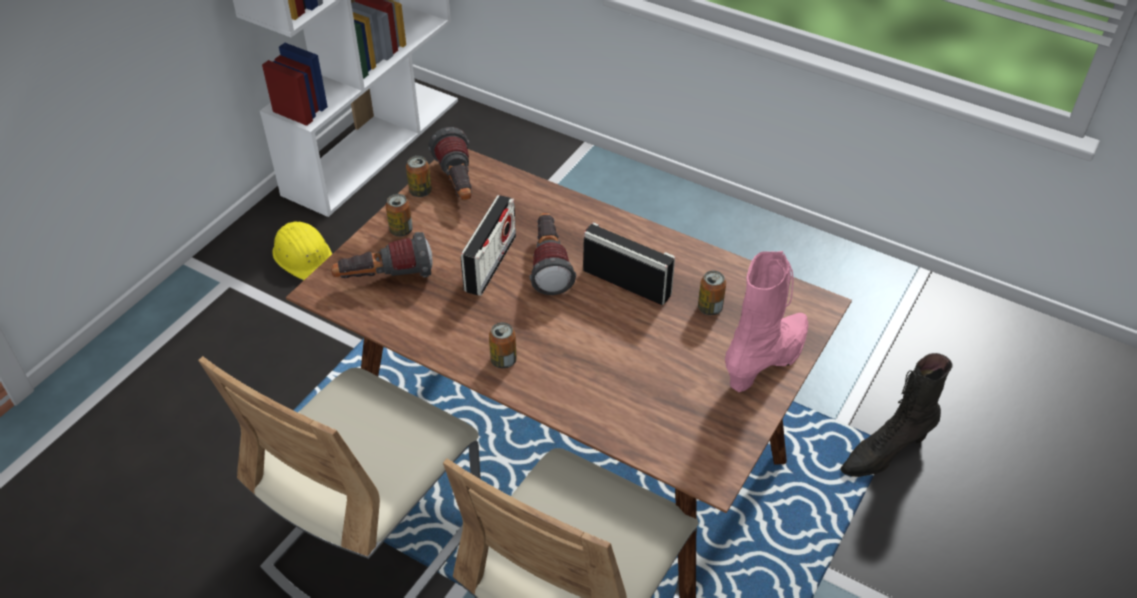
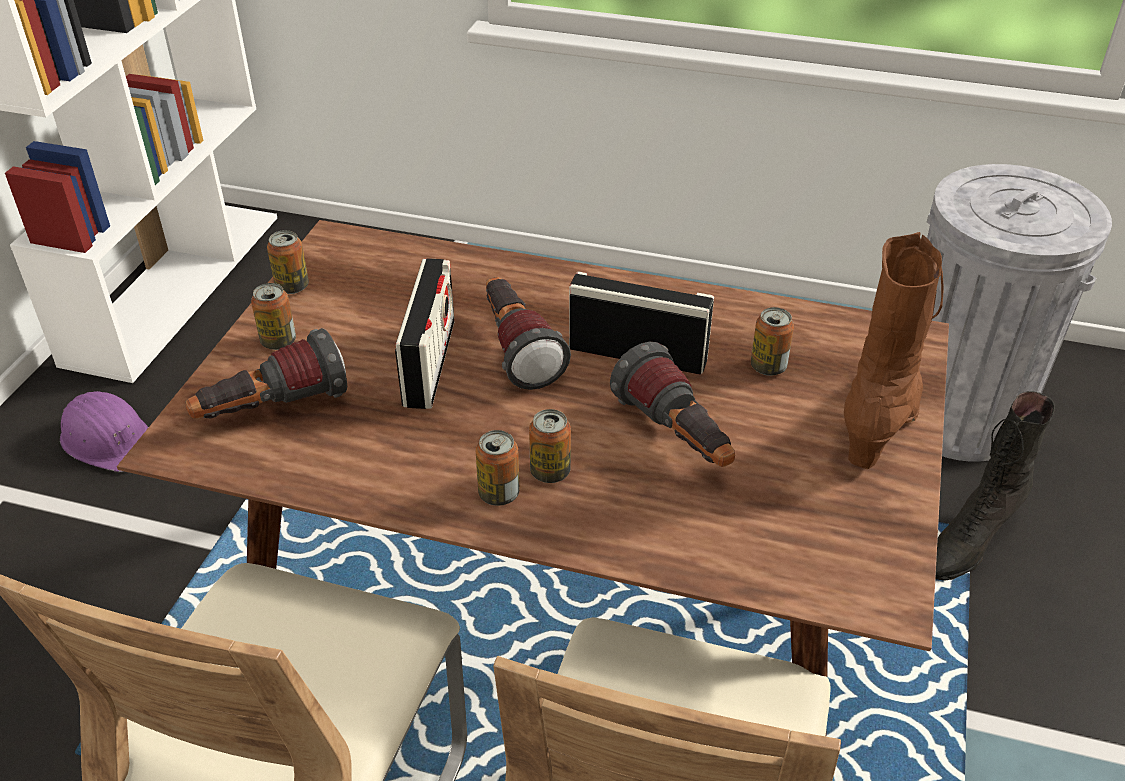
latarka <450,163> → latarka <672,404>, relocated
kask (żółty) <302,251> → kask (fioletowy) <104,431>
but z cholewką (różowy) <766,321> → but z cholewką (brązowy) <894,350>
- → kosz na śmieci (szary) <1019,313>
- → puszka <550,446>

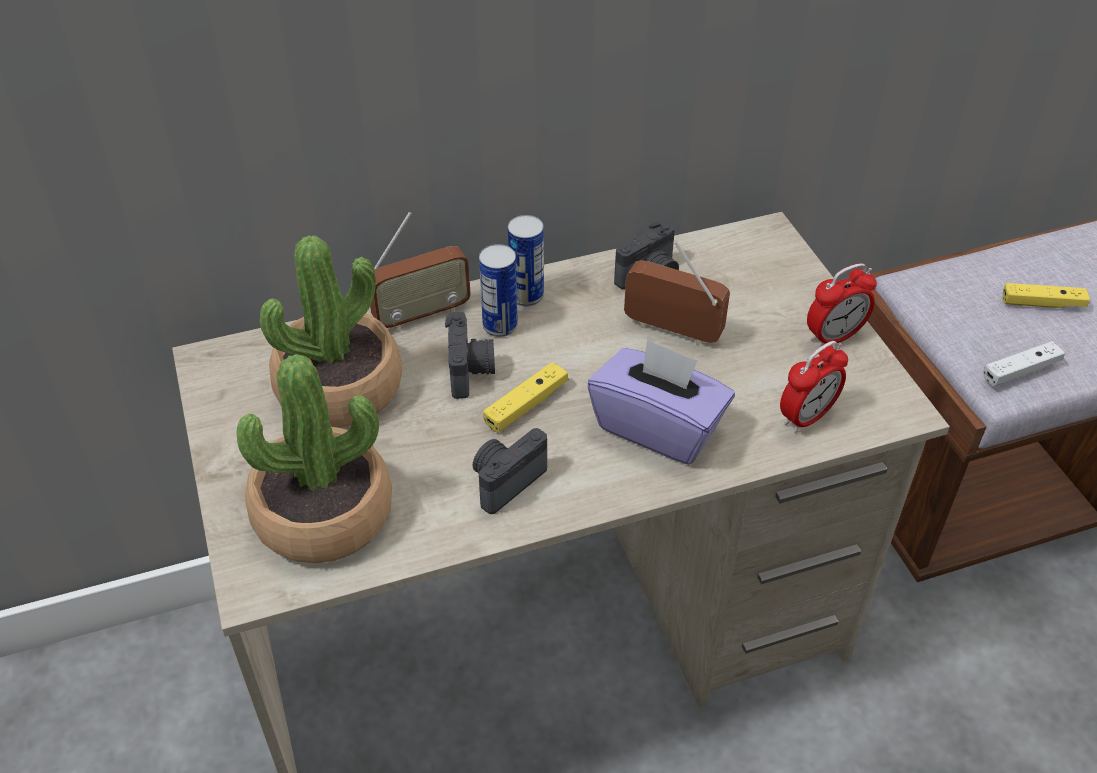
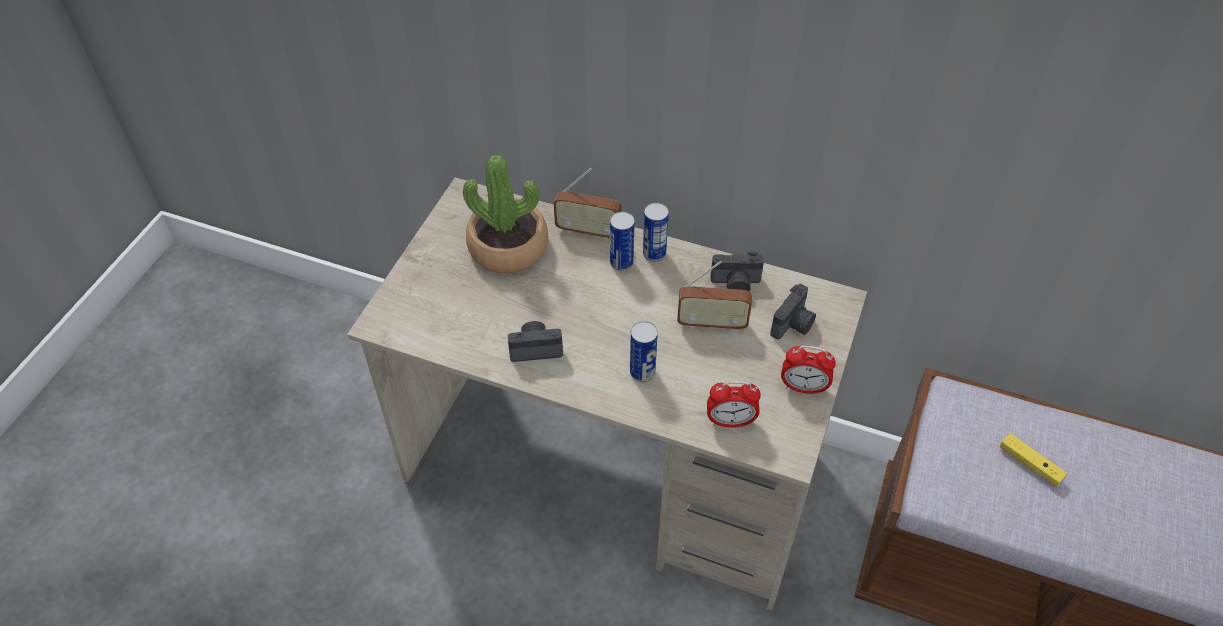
radio <677,293> → radio <714,296>, 120 degrees clockwise
aparat fotograficzny <470,355> → aparat fotograficzny <793,311>, relocated
pudełko chusteczek (fioletowy) <661,401> → puszka <644,351>
pad do gier (biały) <1024,363> → -
roślina doniczkowa <314,458> → -
pad do gier (żółty) <525,397> → -

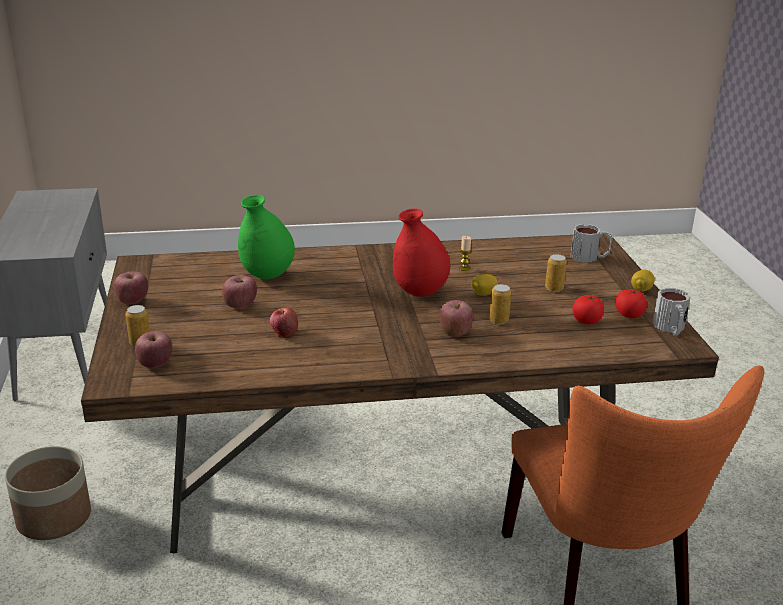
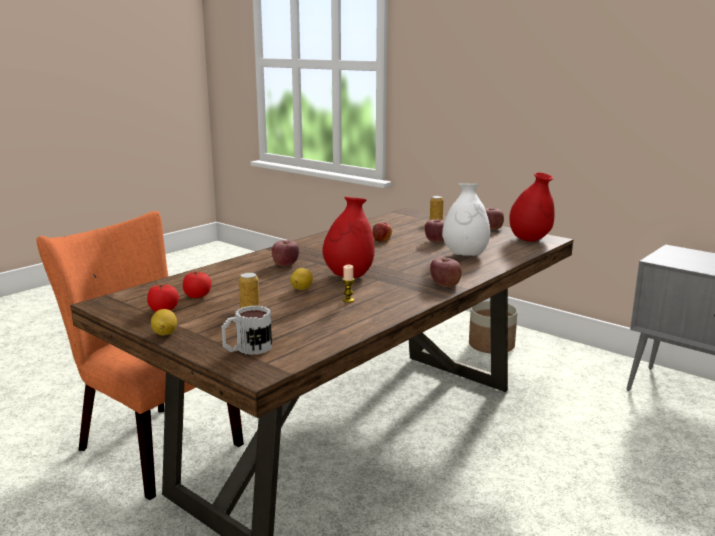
wazon (zielony) <266,237> → wazon (biały) <466,219>
puszka <500,304> → -
kubek <671,312> → -
jabłko <154,349> → jabłko <446,272>, relocated
- → wazon (czerwony) <532,207>

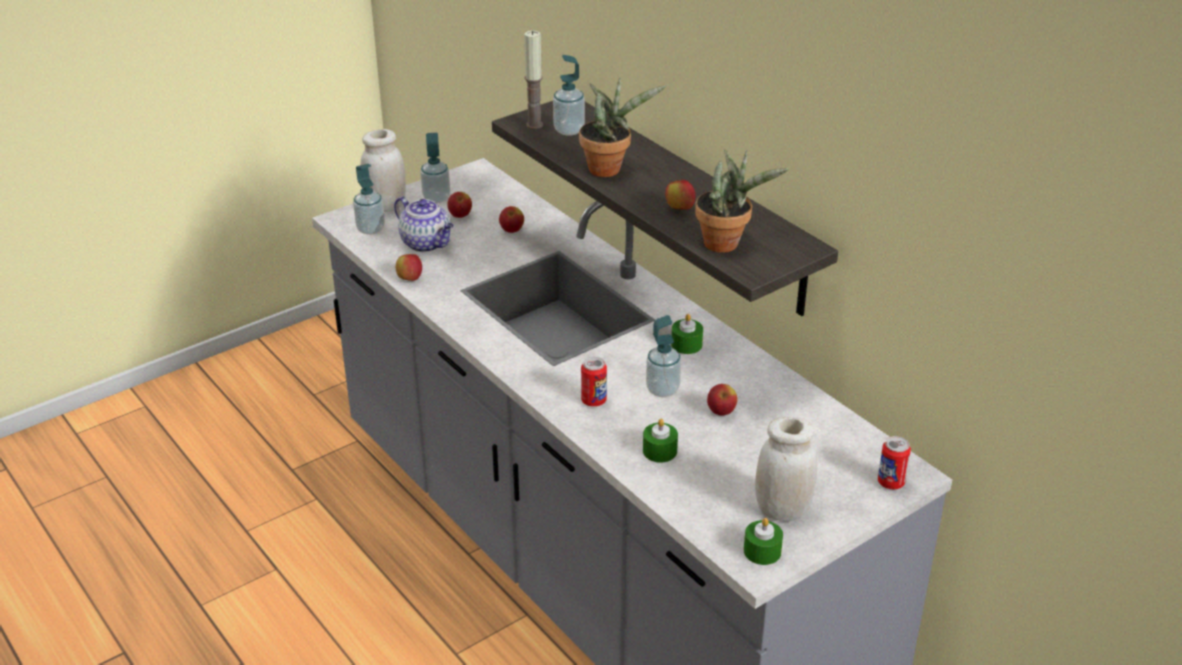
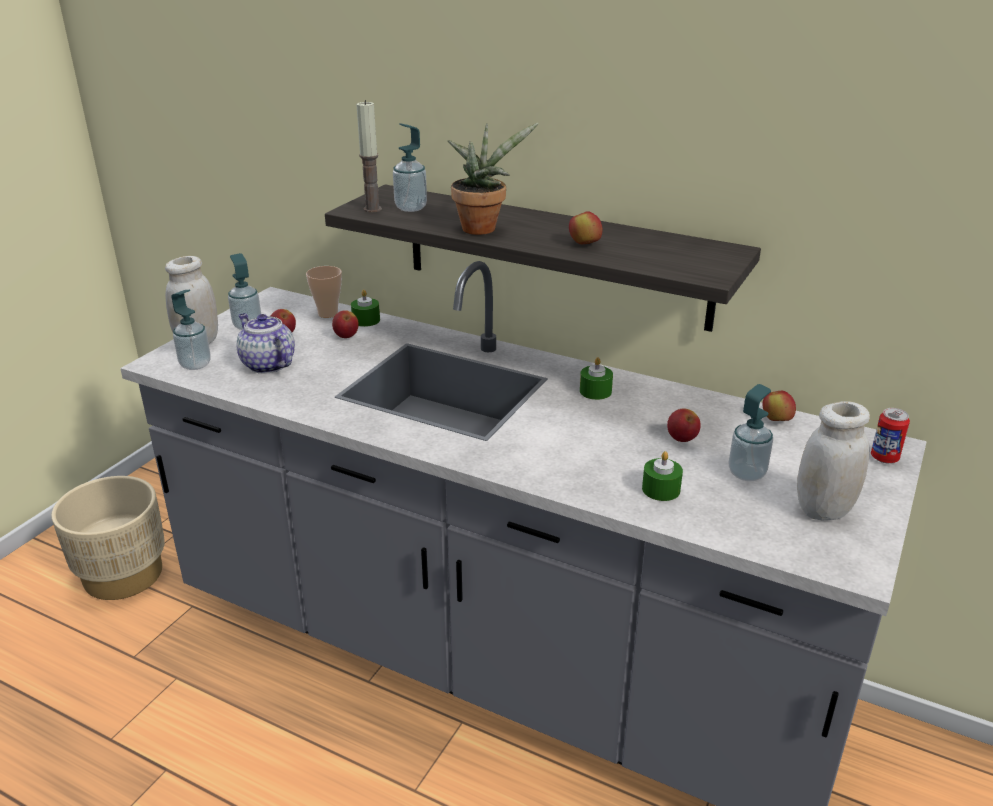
roślina doniczkowa <742,201> → -
imbryk <424,224> → imbryk <266,343>, 150 degrees counterclockwise
jabłko <409,267> → jabłko <779,406>, relocated
dozownik mydła <663,356> → dozownik mydła <750,432>, relocated
puszka <594,382> → -
świeca (zielony) <763,541> → świeca (zielony) <365,308>, relocated
- → filiżanka <324,292>
- → donica (beżowy) <108,538>

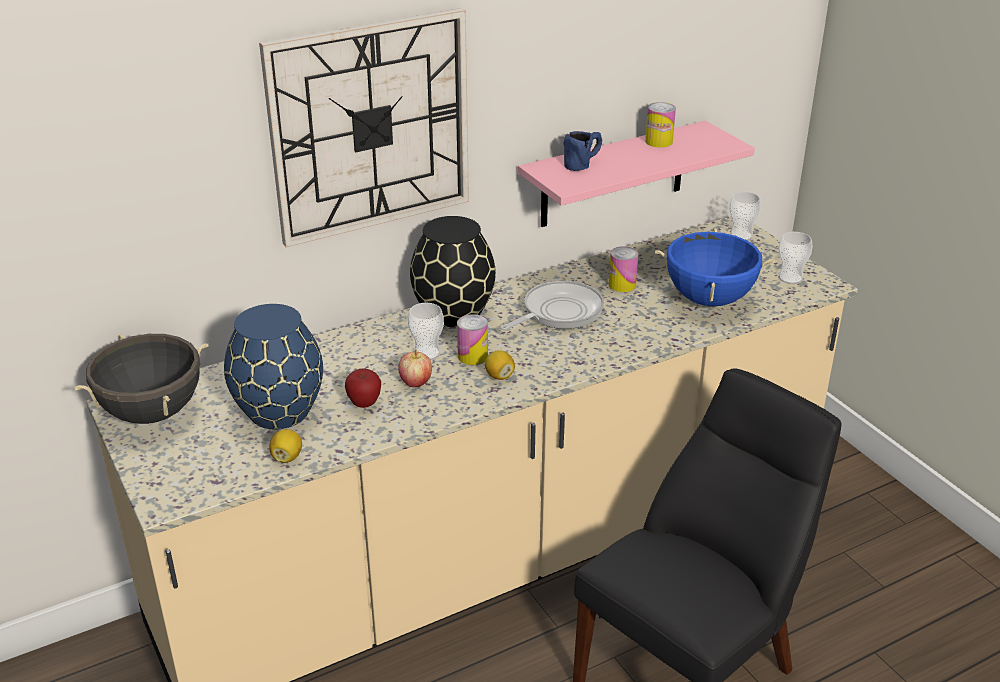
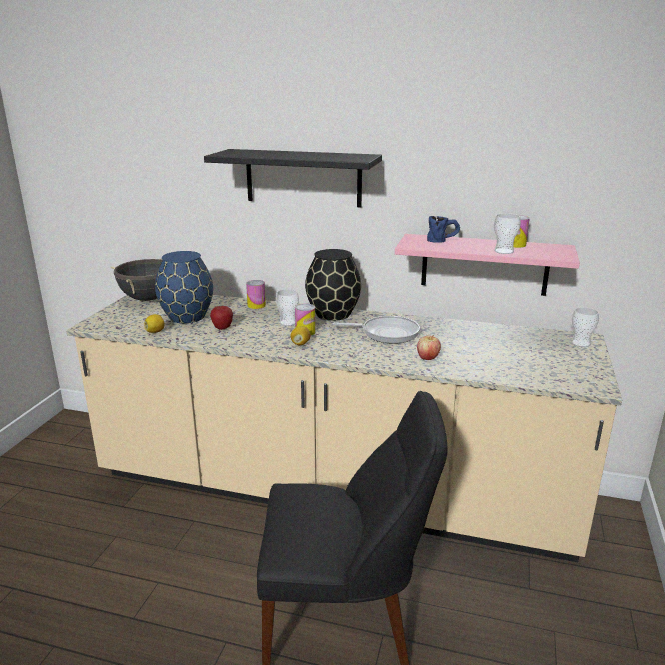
zegar ścienny <364,127> → półka (czarny) <293,178>
garnek (niebieski) <715,267> → -
filiżanka <795,258> → filiżanka <507,233>, relocated
puszka <623,269> → puszka <256,294>, relocated
jabłko <415,368> → jabłko <429,347>, relocated

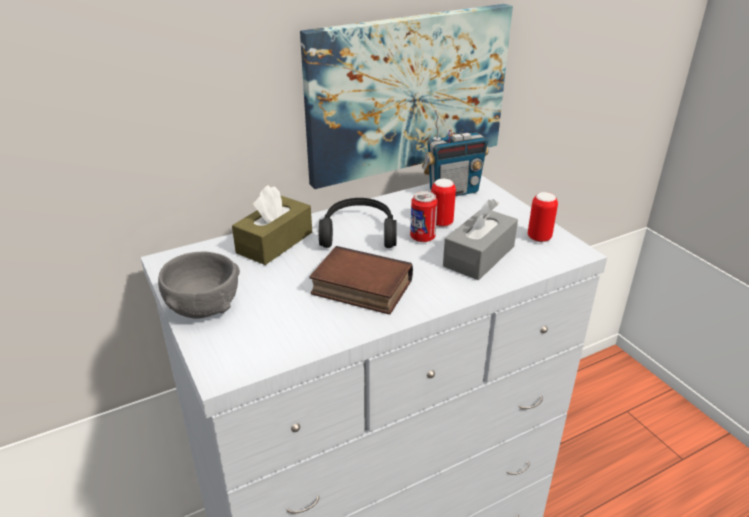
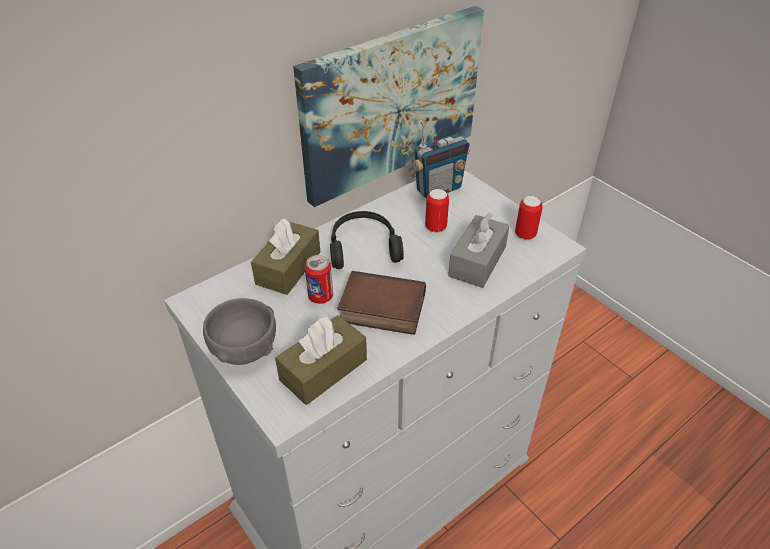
puszka <424,216> → puszka <319,279>, relocated
- → pudełko chusteczek (brązowy) <321,360>

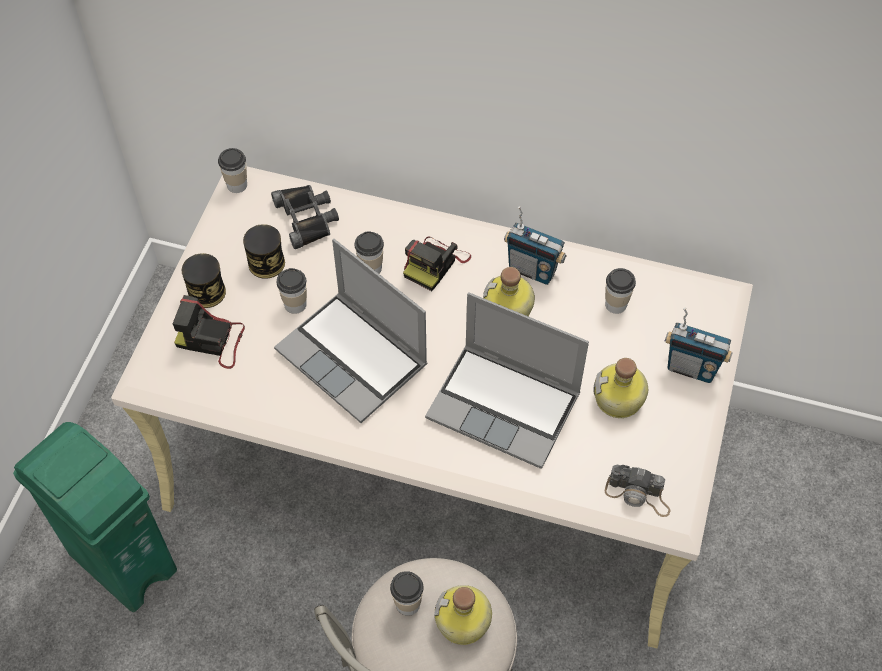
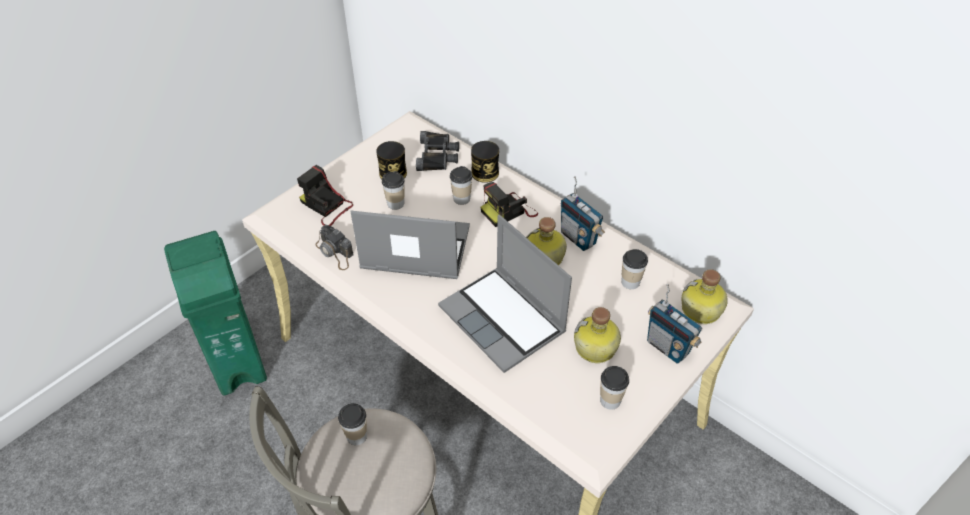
filiżanka <232,170> → filiżanka <614,388>, relocated
laptop <351,331> → laptop <410,245>, 120 degrees clockwise
puszka <204,280> → puszka <485,162>, relocated
aparat fotograficzny <637,491> → aparat fotograficzny <334,247>, relocated
butelka <463,615> → butelka <705,296>, relocated

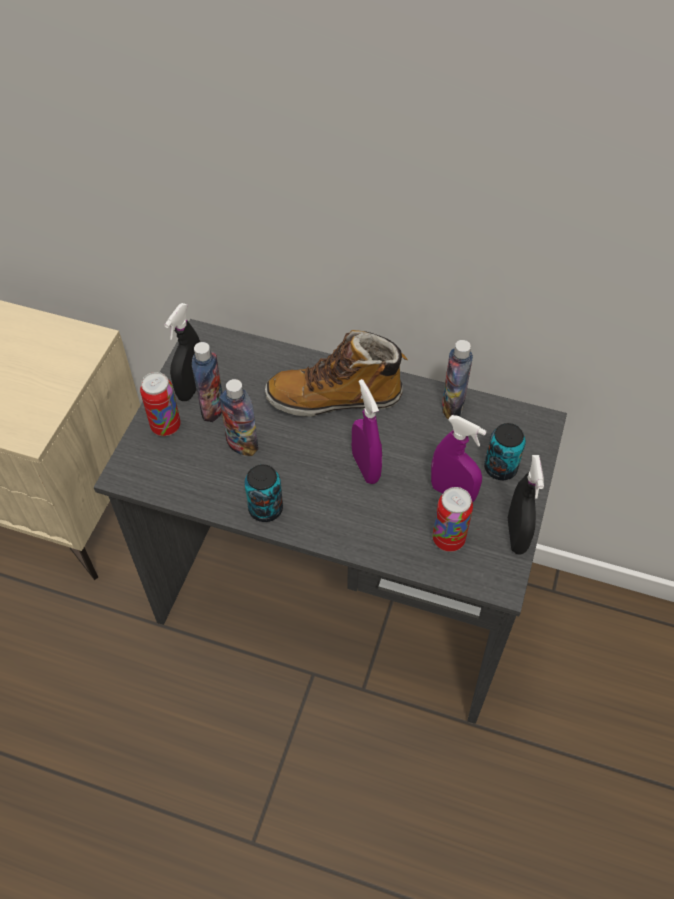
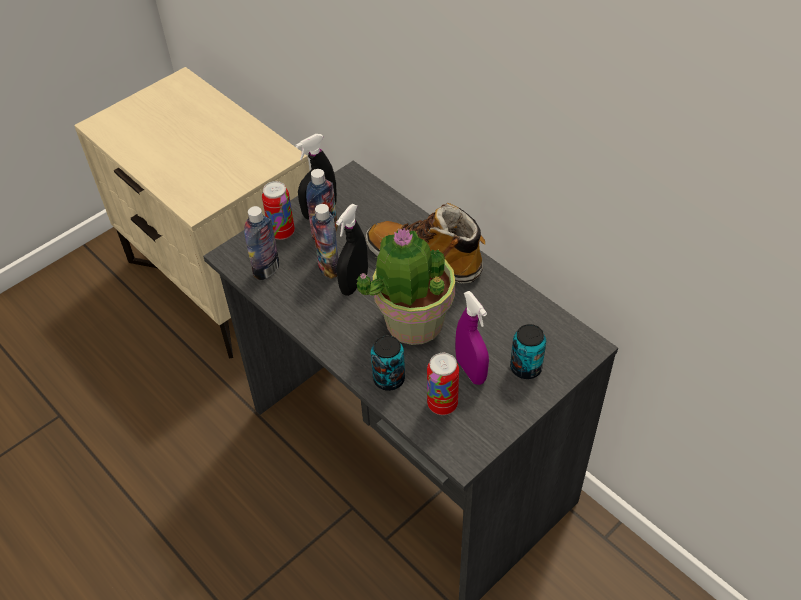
butelka <457,379> → butelka <261,243>, relocated
spryskiwacz (fioletowy) <367,431> → roślina doniczkowa <406,286>
spryskiwacz (czarny) <526,505> → spryskiwacz (czarny) <352,250>, relocated
puszka <263,493> → puszka <388,363>, relocated

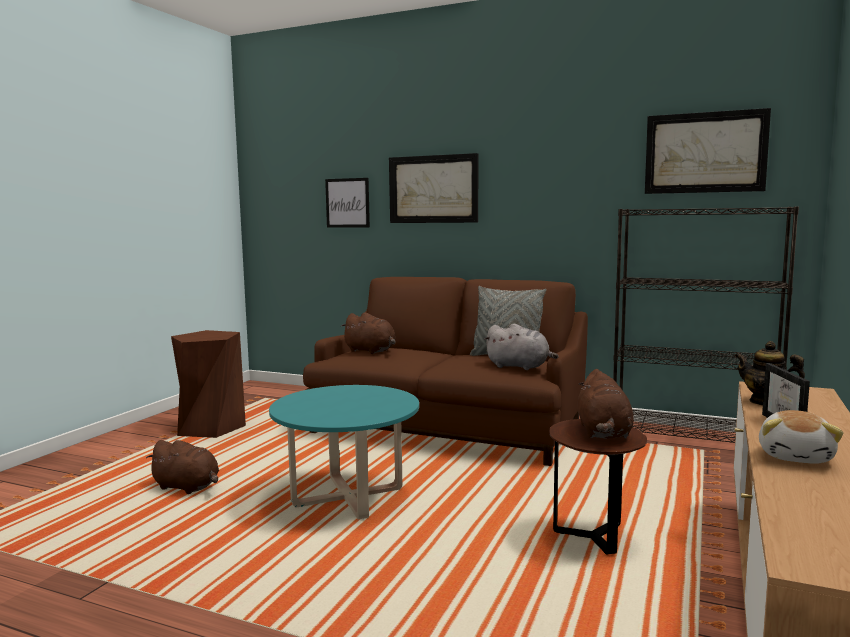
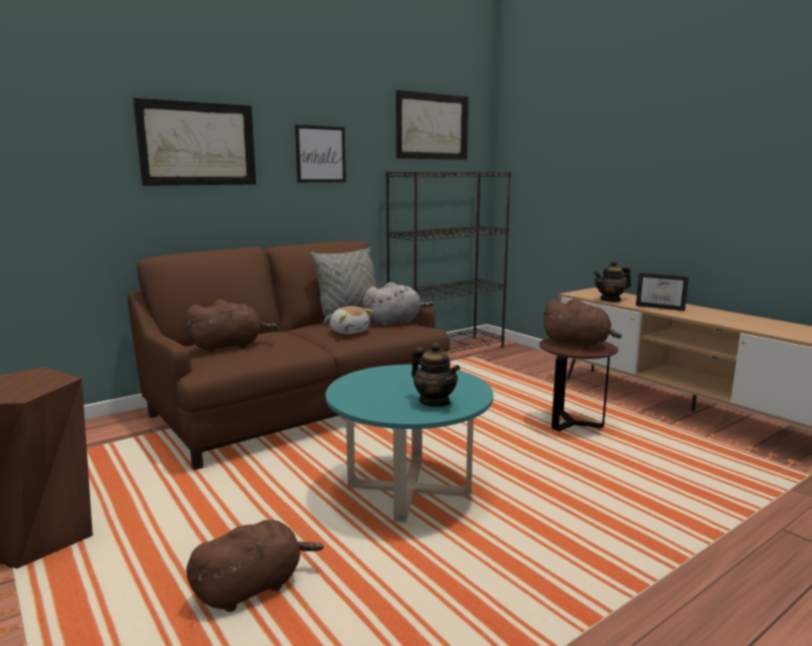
obraz <347,202> → obraz <320,154>, relocated
pluszak <801,437> → pluszak <352,320>, relocated
- → imbryk <435,374>

